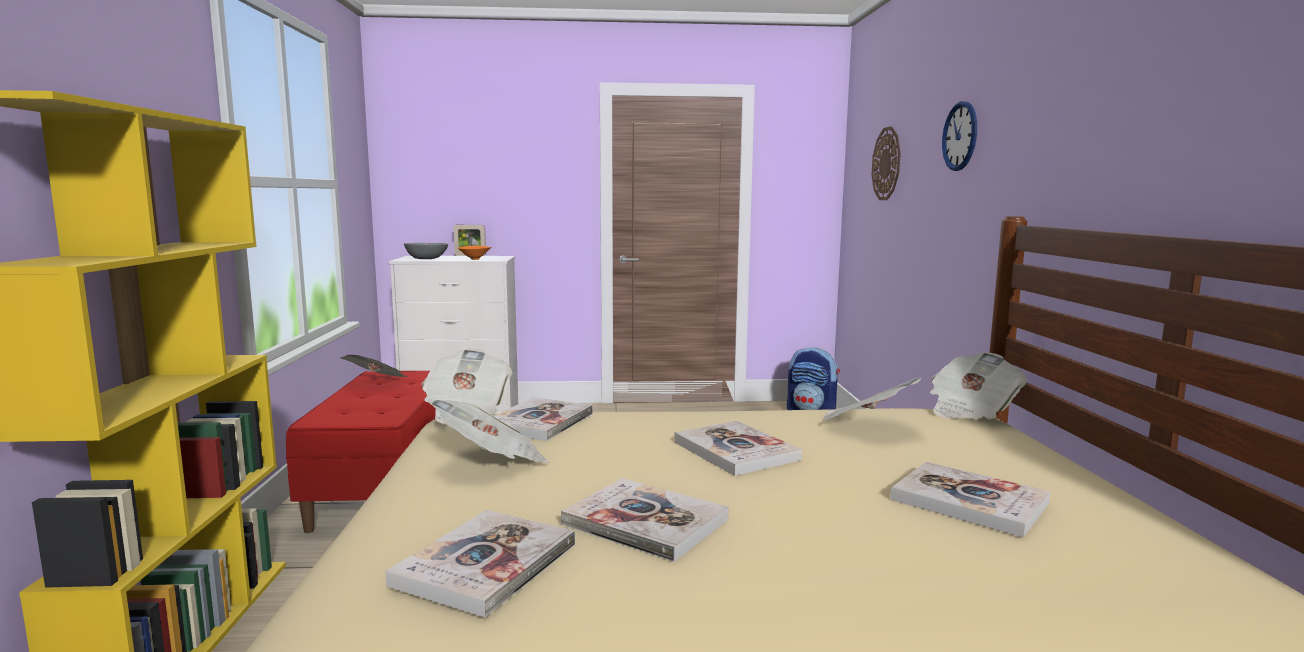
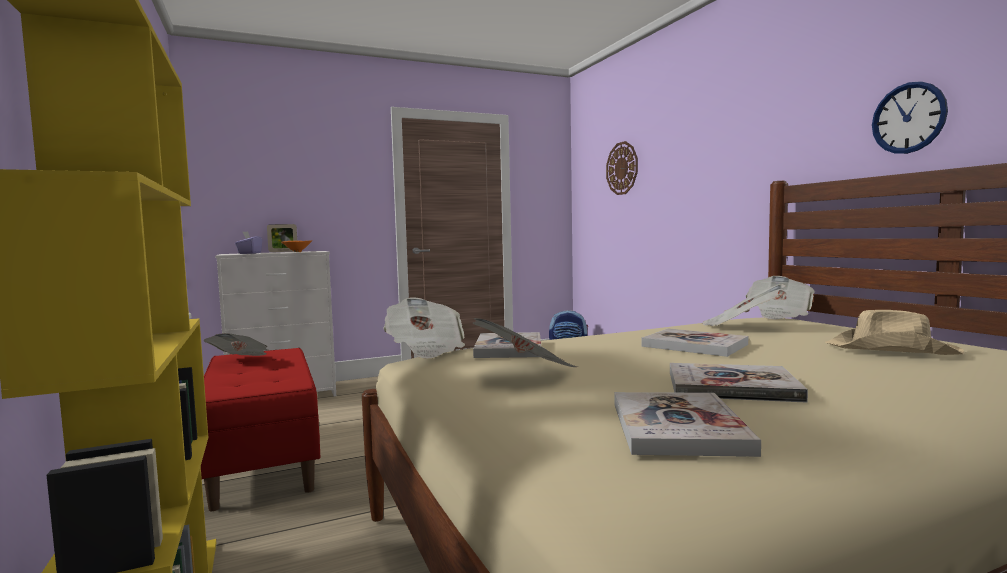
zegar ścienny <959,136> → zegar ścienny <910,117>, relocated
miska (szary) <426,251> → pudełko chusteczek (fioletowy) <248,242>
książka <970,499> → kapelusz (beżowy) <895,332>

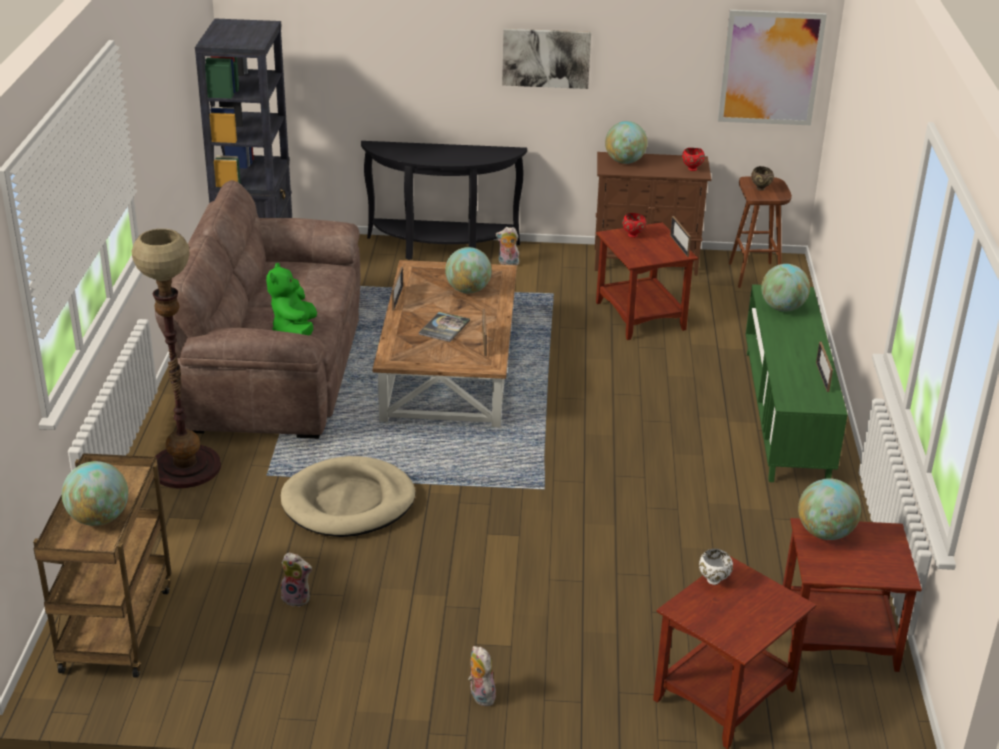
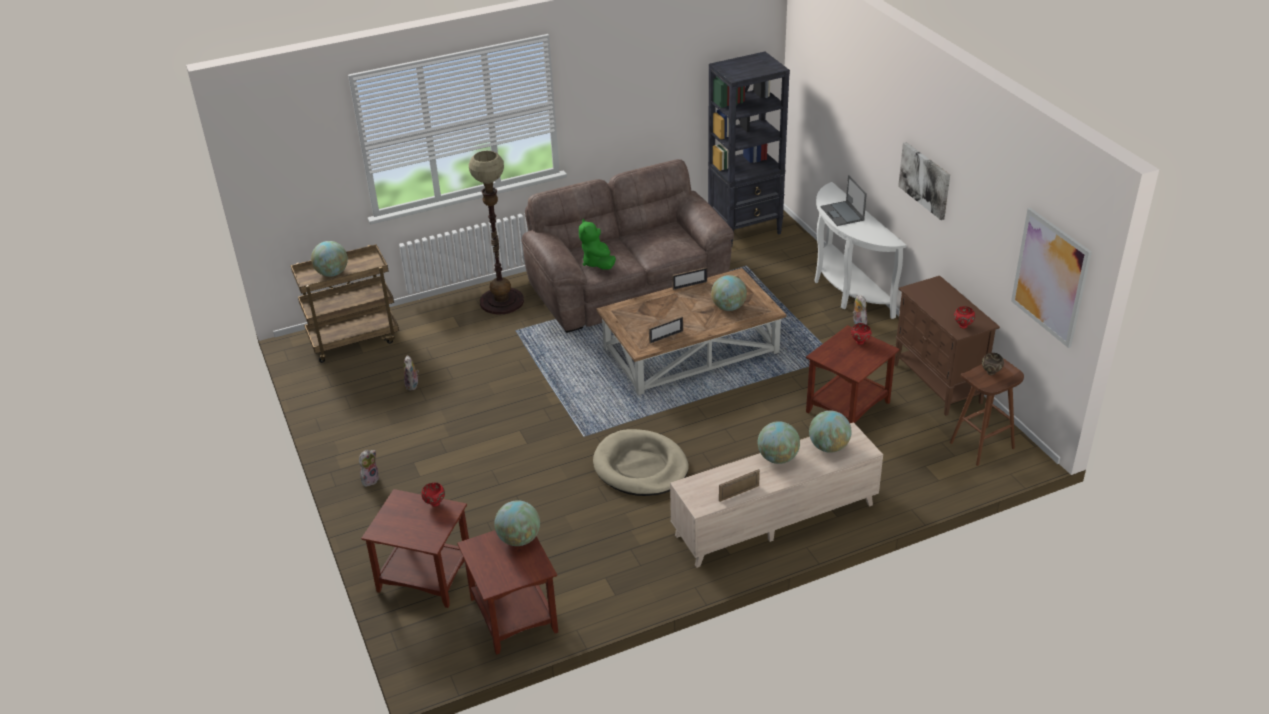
globus <626,142> → globus <779,442>, relocated
stolik konsolowy (czarny) <444,200> → stolik konsolowy (biały) <860,250>
ramka na zdjęcie <680,236> → -
pluszak (zielony) <291,299> → pluszak (zielony) <597,244>, 75 degrees counterclockwise
szafka pod telewizor (zielony) <797,383> → szafka pod telewizor (beżowy) <776,495>
książka <444,327> → -
legowisko (beżowy) <348,496> → legowisko (beżowy) <641,462>, relocated
miska (biały) <716,567> → miska (czerwony) <433,495>
- → laptop <843,200>

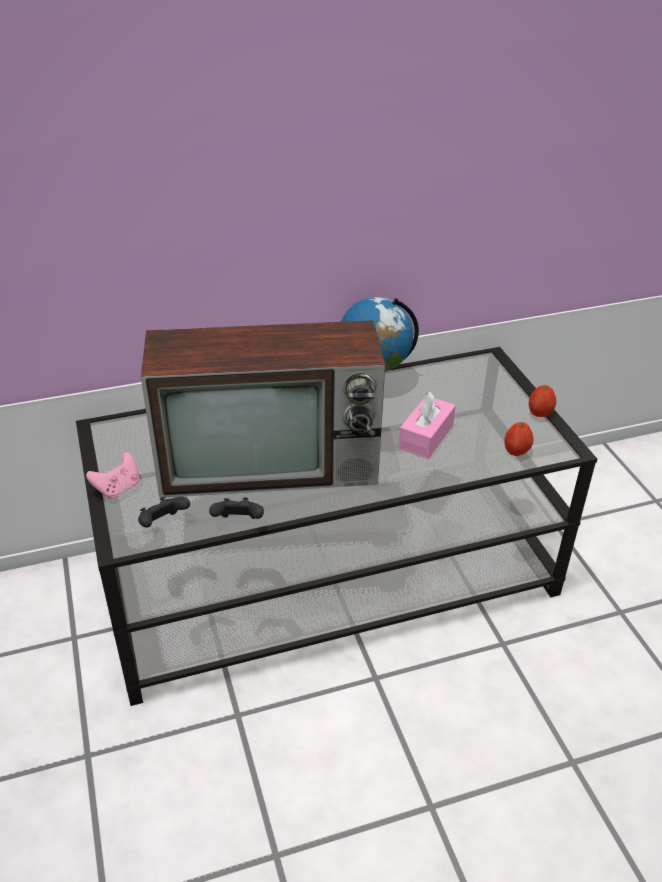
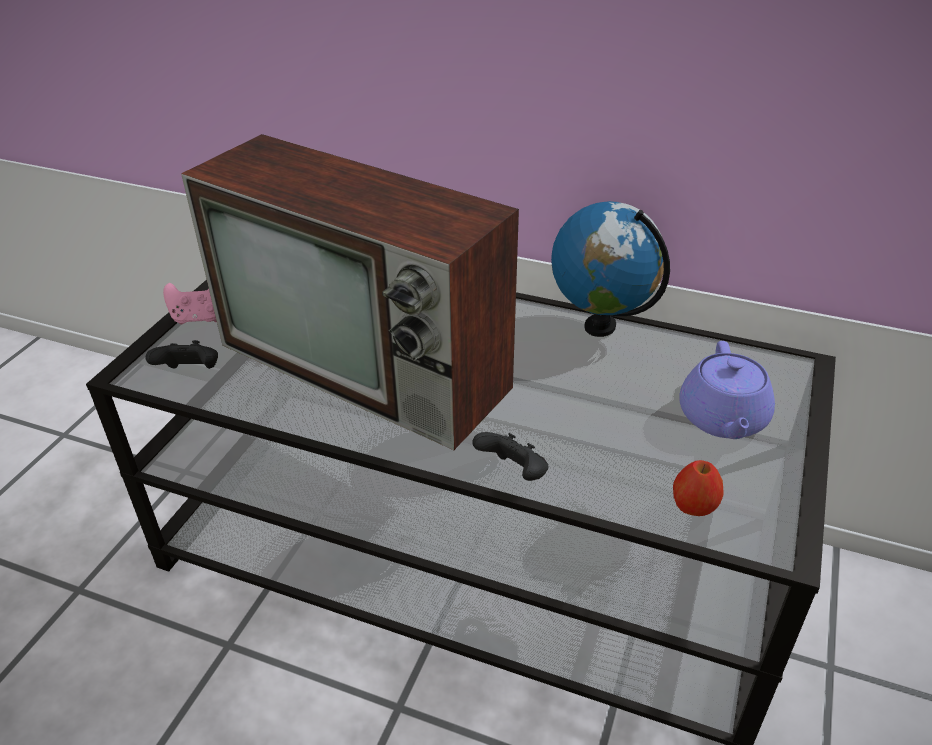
jabłko <542,401> → -
pudełko chusteczek (różowy) <427,425> → -
pad do gier (czarny) <236,508> → pad do gier (czarny) <510,456>, relocated
- → imbryk (fioletowy) <727,390>

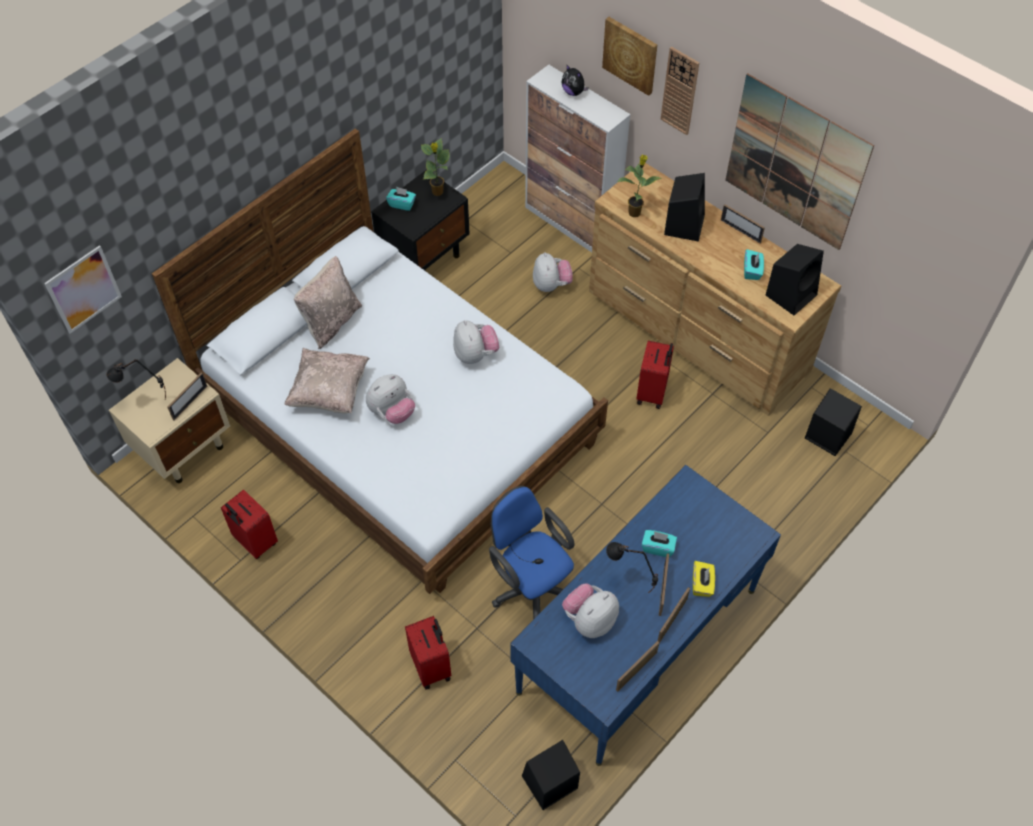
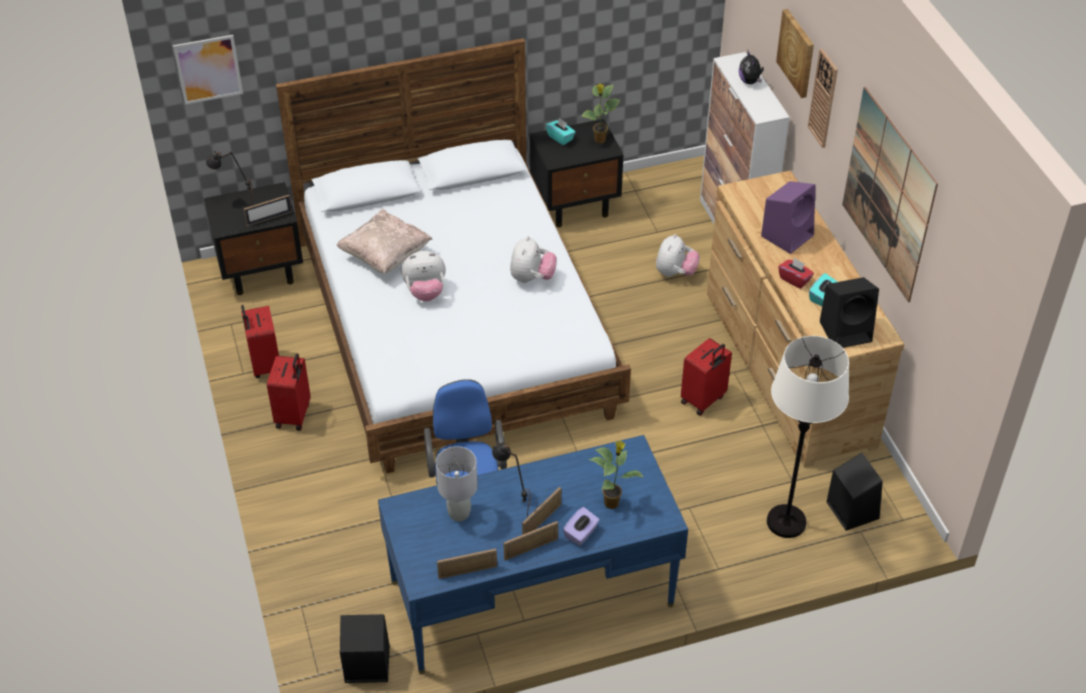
roślina doniczkowa <639,186> → roślina doniczkowa <615,475>, relocated
głośnik (czarny) <684,207> → głośnik (fioletowy) <788,217>
ramka na zdjęcie <743,223> → -
poduszka (beżowy) <328,302> → -
szafka nocna (beżowy) <169,420> → szafka nocna (czarny) <253,238>
pudełko chusteczek (turkusowy) <659,543> → -
pudełko chusteczek (żółty) <704,579> → pudełko chusteczek (fioletowy) <581,526>
pluszak <590,610> → lampa stołowa (szary) <457,484>
walizka (czerwony) <428,653> → walizka (czerwony) <289,392>, relocated
- → pudełko chusteczek (czerwony) <796,273>
- → lampa stojąca (biały) <808,437>

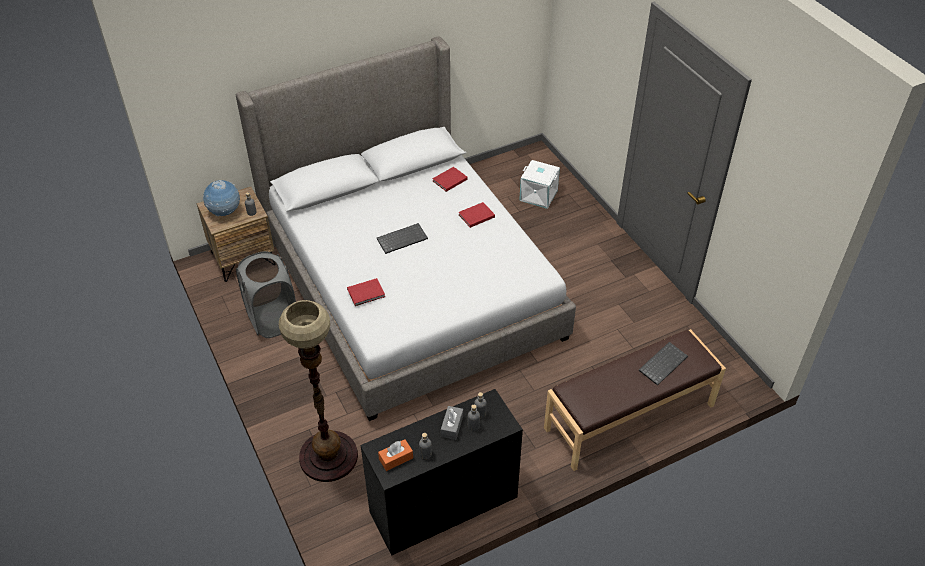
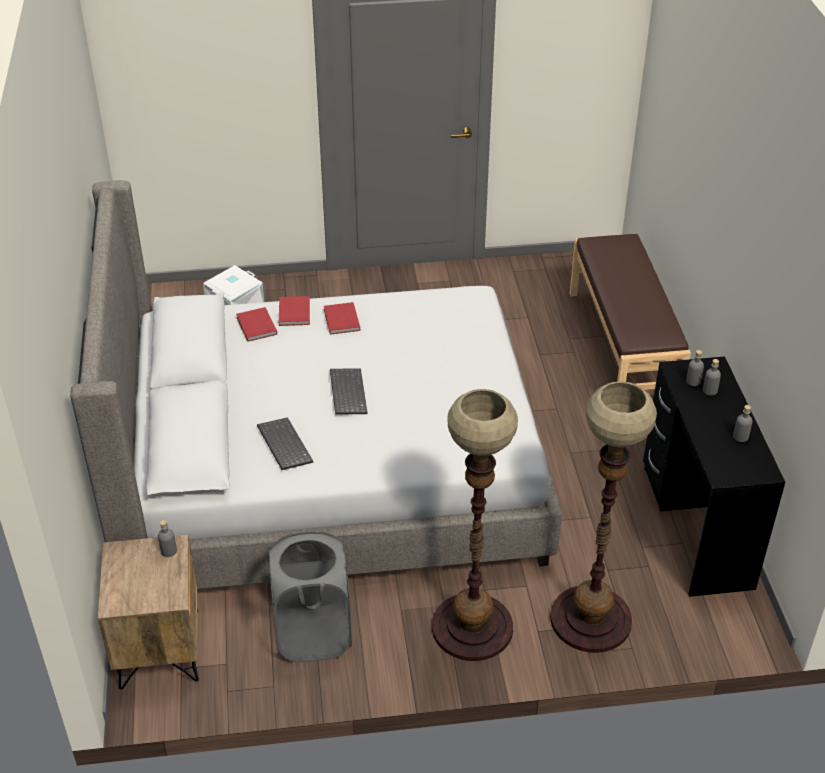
globus <221,198> → -
książka (czerwony) <366,292> → książka (czerwony) <294,311>, relocated
klawiatura <663,363> → klawiatura <285,443>, relocated
pudełko chusteczek (szary) <452,423> → -
pudełko chusteczek (pomarańczowy) <395,455> → -
- → lampa stojąca <475,525>

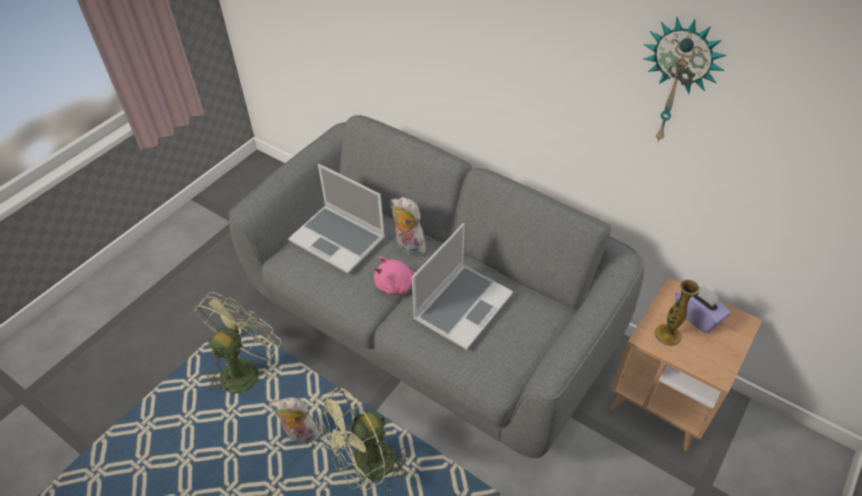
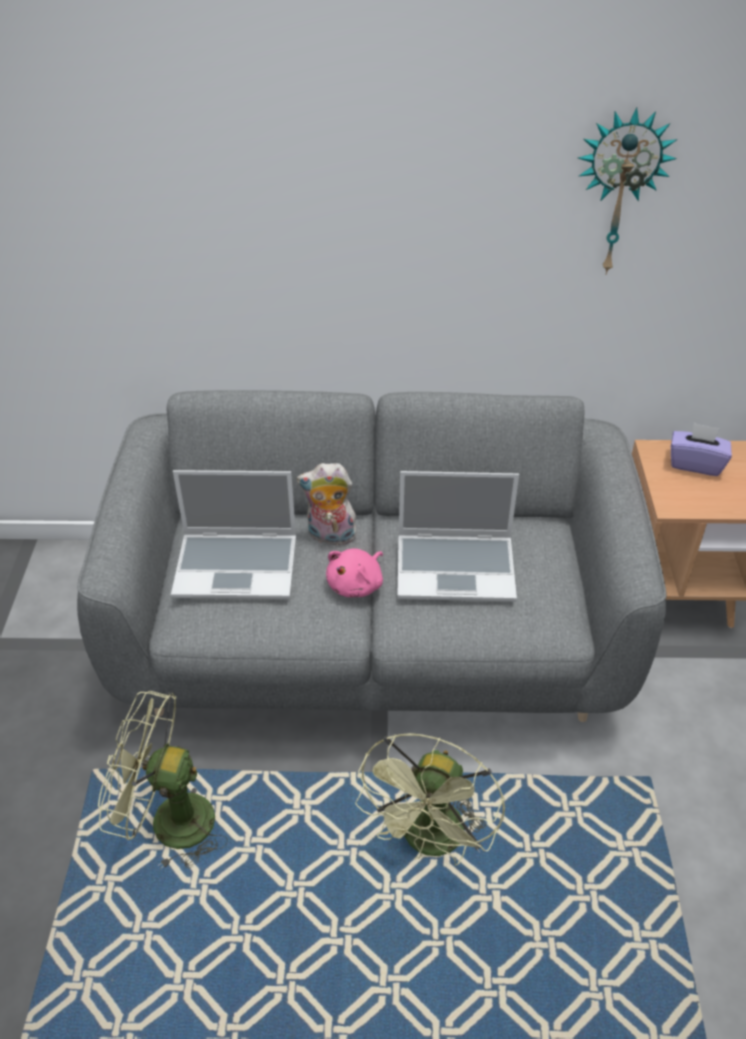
laptop <462,286> → laptop <458,536>, 90 degrees clockwise
wazon <677,313> → -
wentylator (zielony) <237,344> → wentylator (zielony) <162,780>, 75 degrees counterclockwise
pluszak <294,420> → -

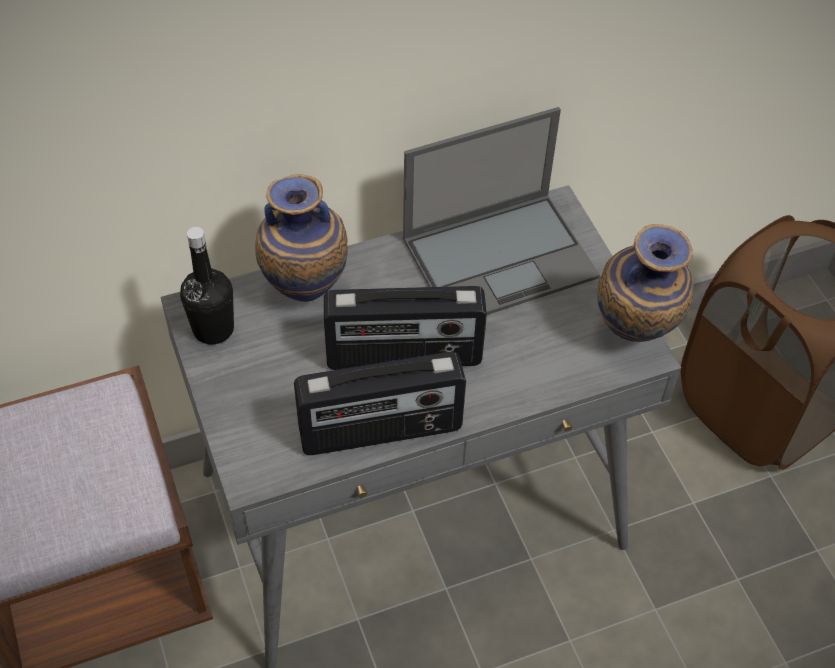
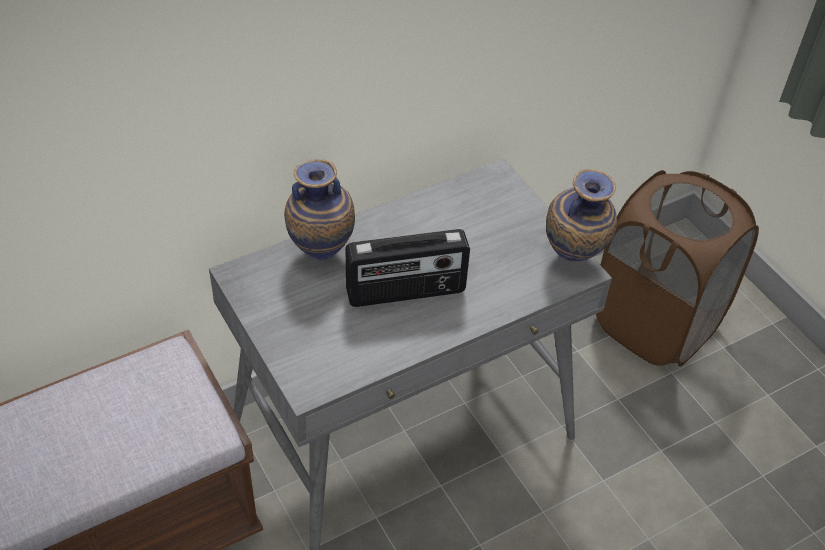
laptop <501,211> → -
butelka (czarny) <207,286> → -
radio <380,403> → -

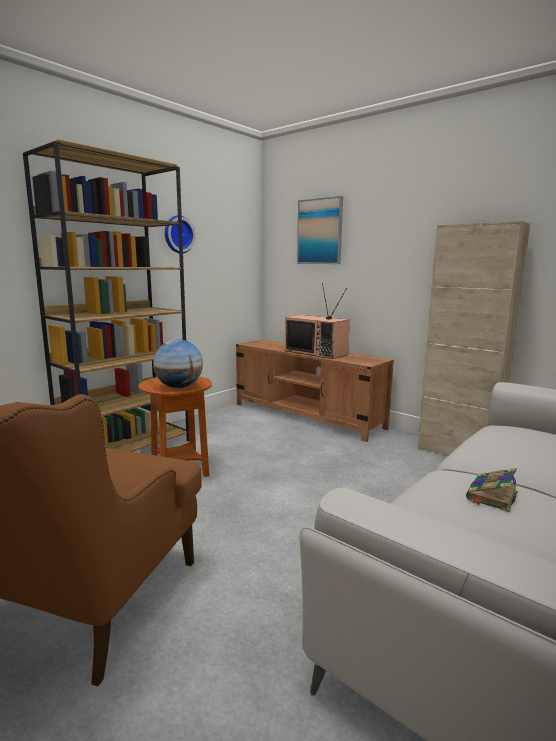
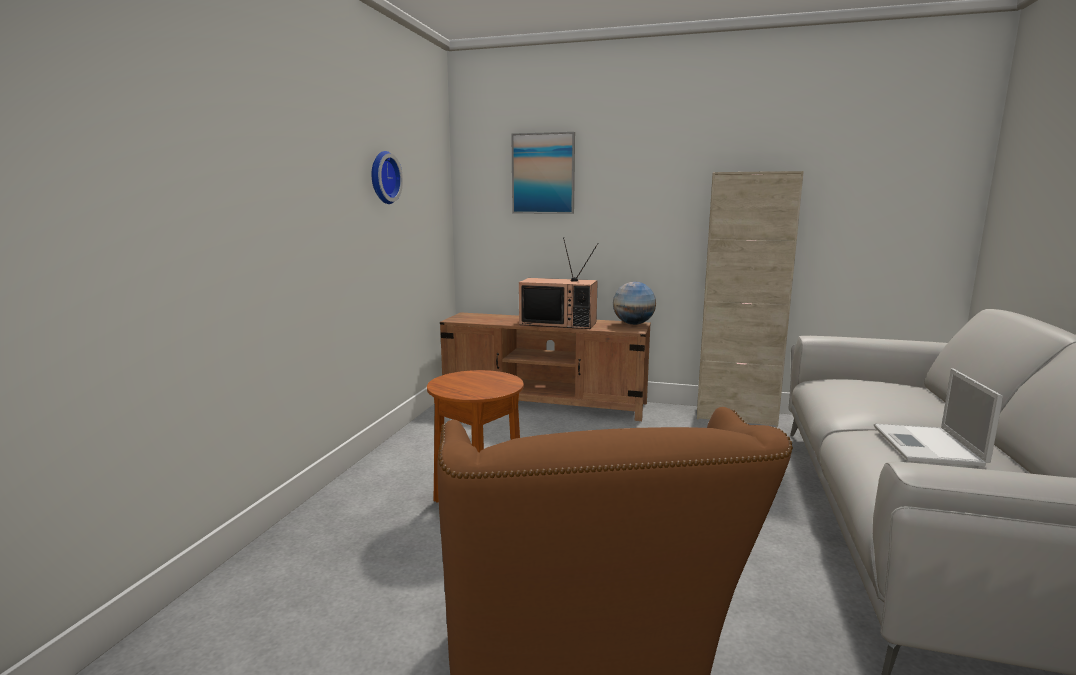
regał (brązowy) <106,295> → -
globus <178,363> → globus <634,303>, relocated
książka <492,490> → laptop <938,417>

